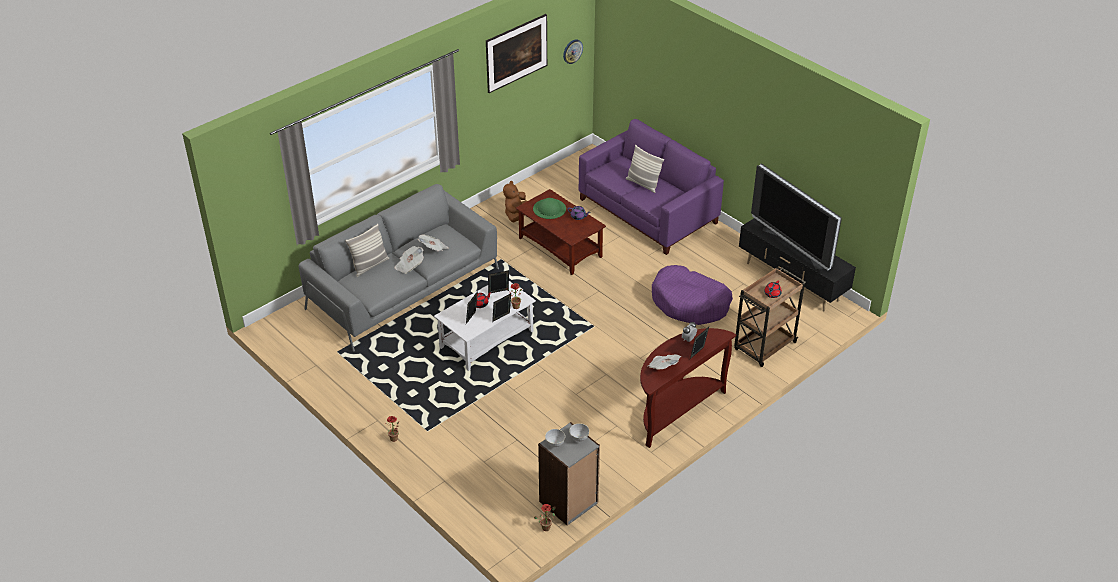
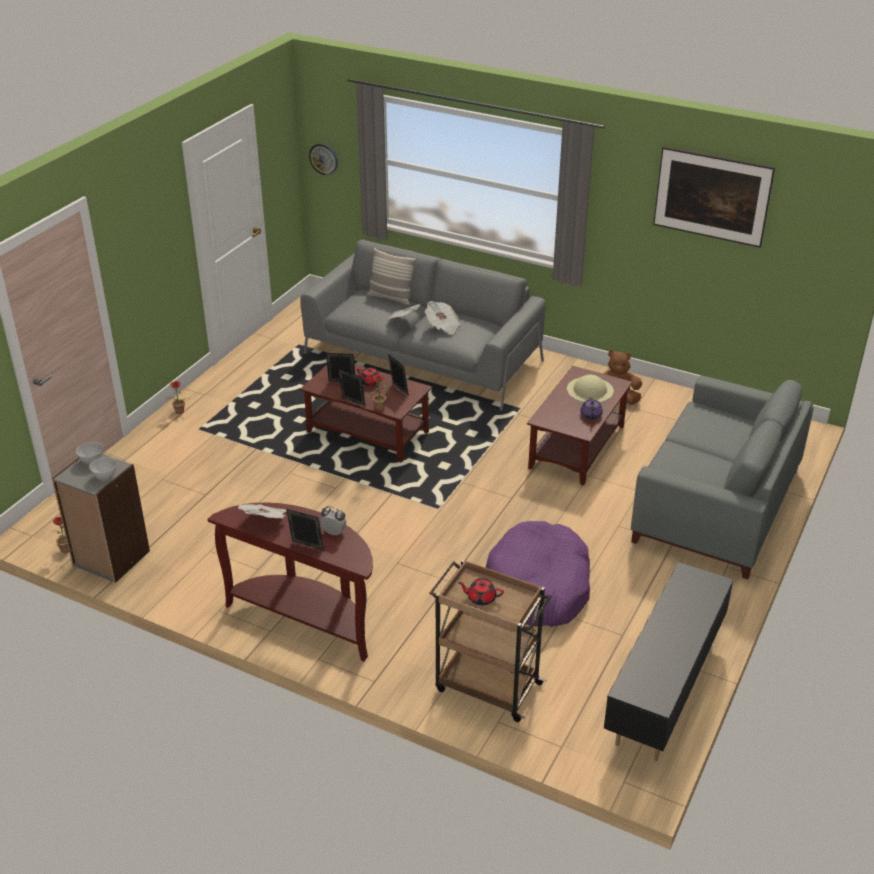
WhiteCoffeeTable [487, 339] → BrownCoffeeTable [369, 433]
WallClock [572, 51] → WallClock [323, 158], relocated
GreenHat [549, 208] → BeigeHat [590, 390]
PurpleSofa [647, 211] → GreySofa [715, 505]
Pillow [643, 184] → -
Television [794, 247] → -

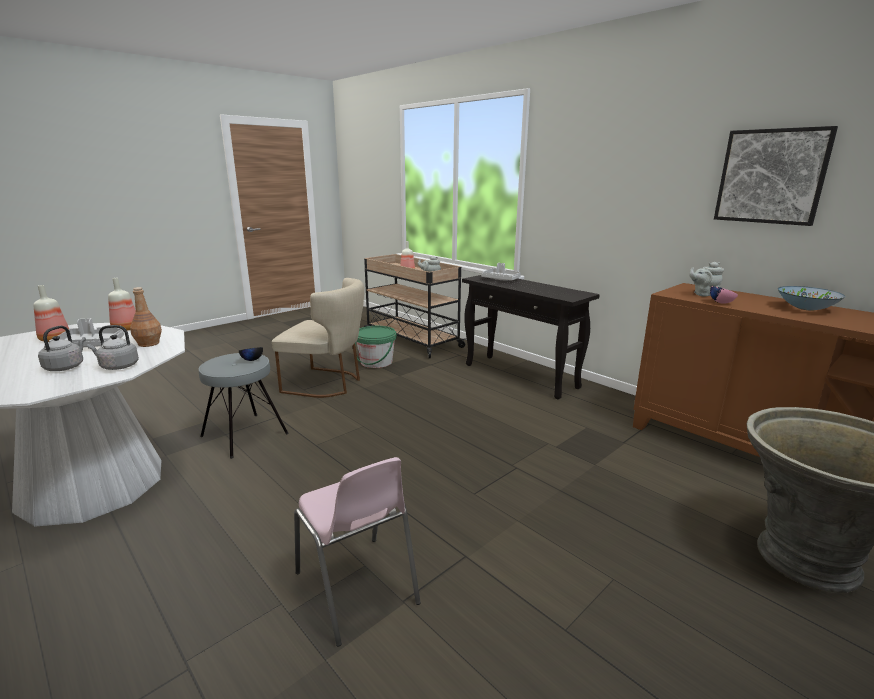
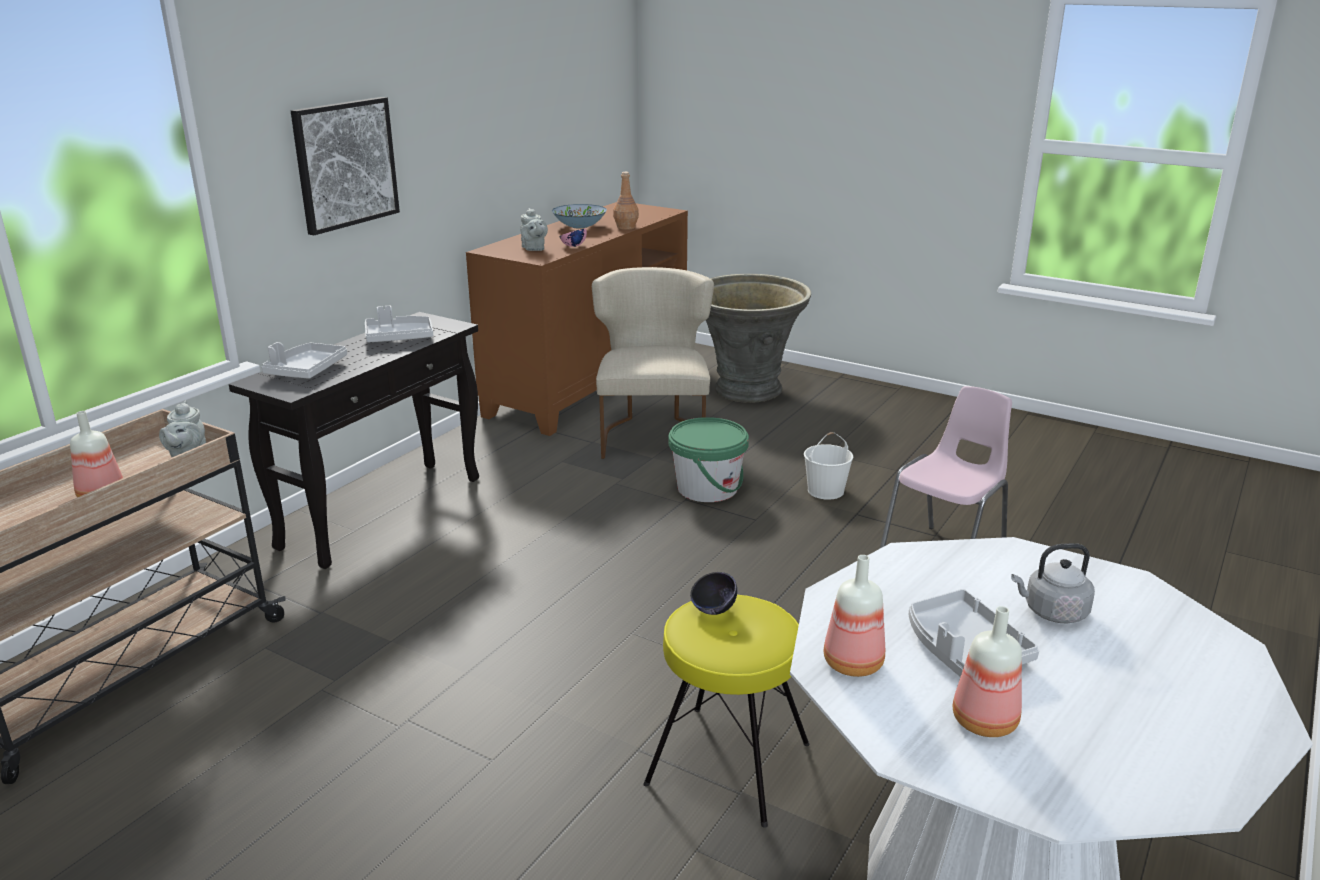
Picture [771, 176] → Picture [345, 164], relocated
- → GreyTray [399, 338]
BeigeChair [327, 384] → BeigeChair [653, 435], relocated
BrownBottle [149, 343] → BrownBottle [625, 227], relocated
GreyStool [245, 435] → YellowStool [727, 762]
GreenBucket [376, 362] → GreenBucket [707, 488], relocated
- → WhiteBucket [826, 490]
GreyKettle [117, 366] → -

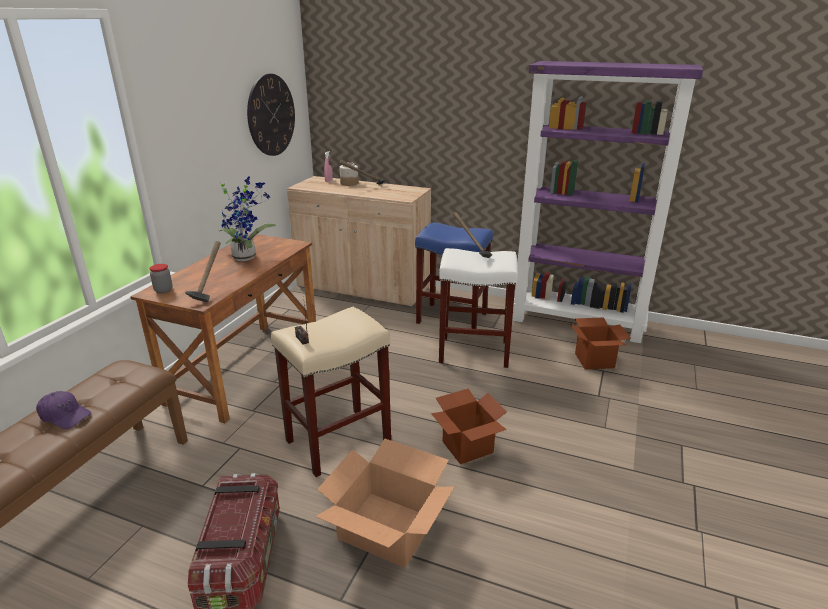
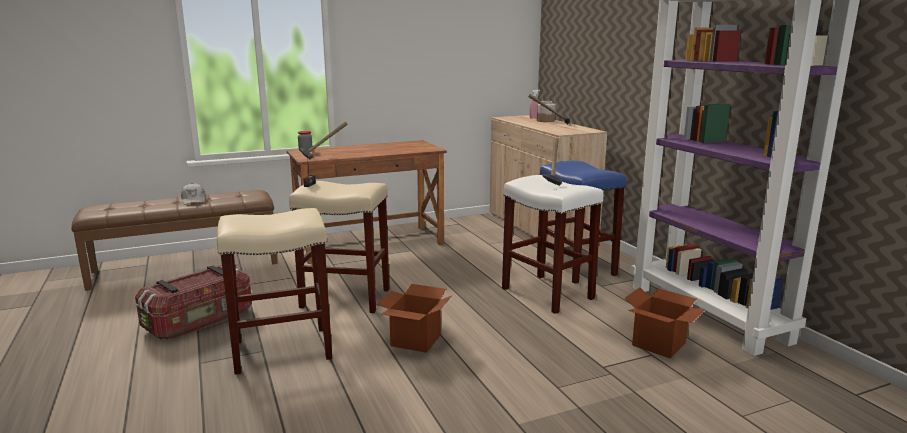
PurpleCap [65, 416] → WhiteCap [194, 200]
CardboardBox [387, 527] → BeigeStool [284, 349]
PottedPlant [247, 256] → -
WallClock [271, 115] → -

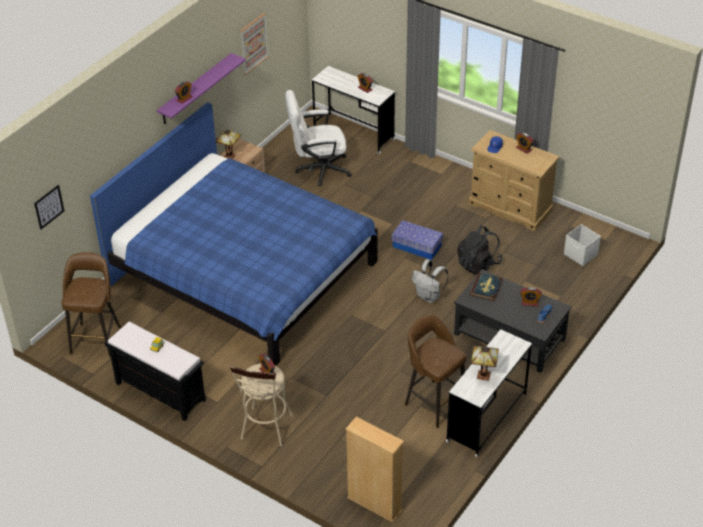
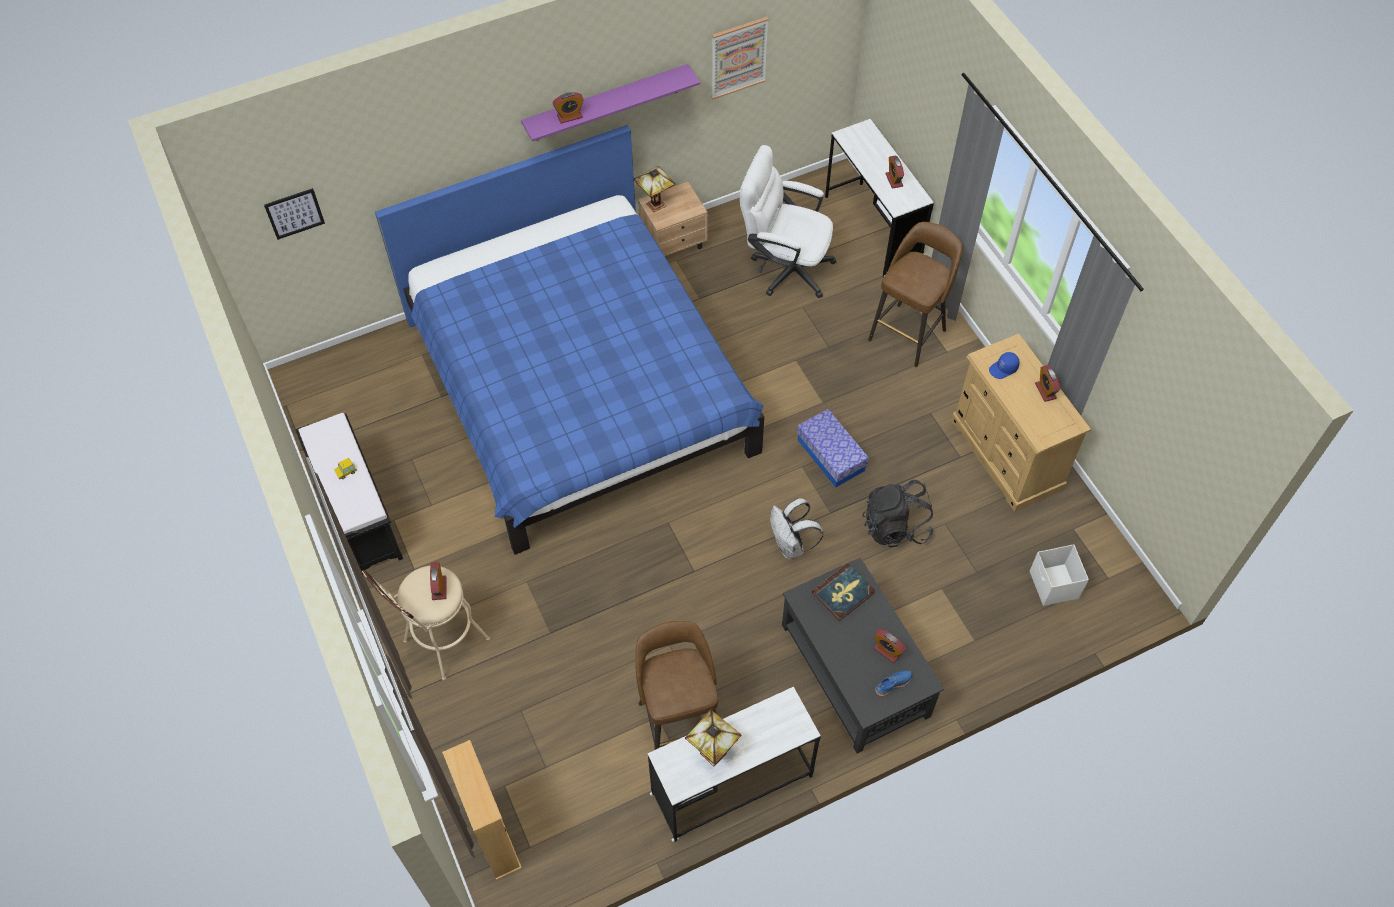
BrownStool [96, 338] → BrownStool [909, 333], relocated

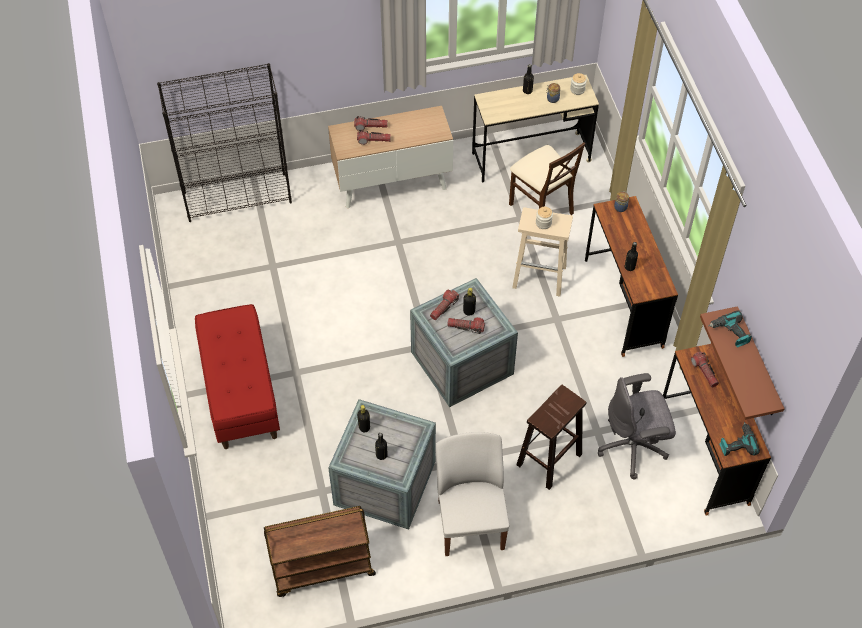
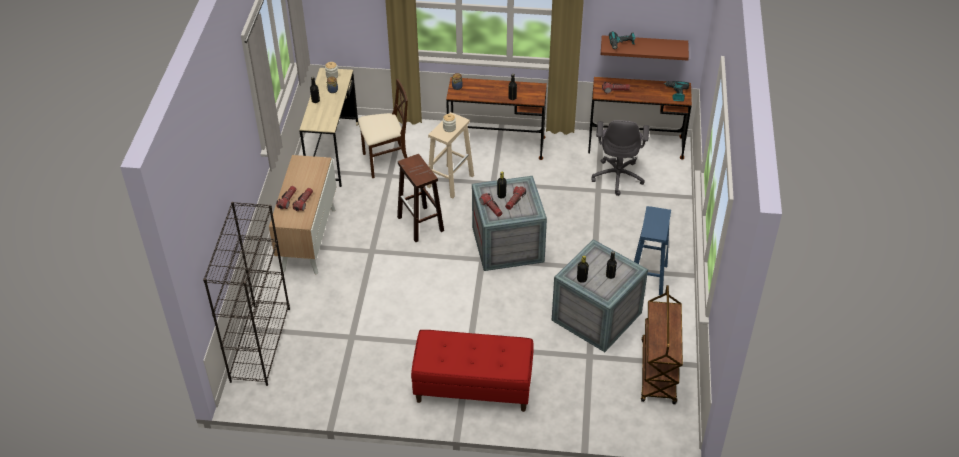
BrownStool [548, 460] → BrownStool [421, 224], relocated
WhiteChair [471, 522] → BlueStool [648, 276]

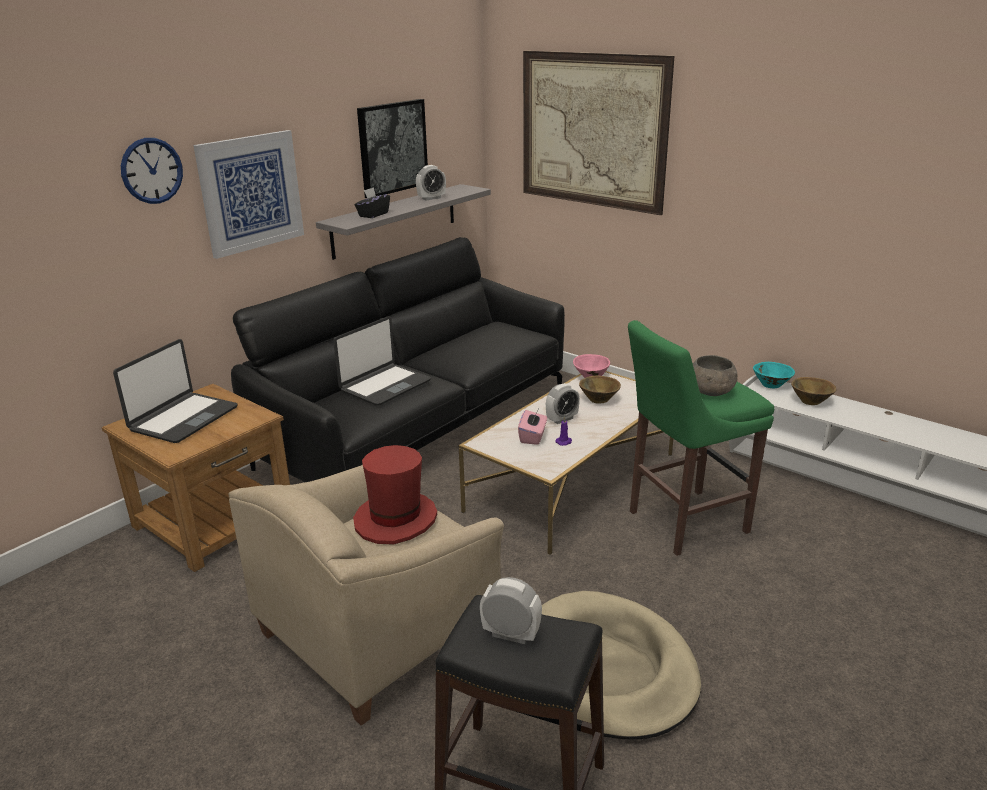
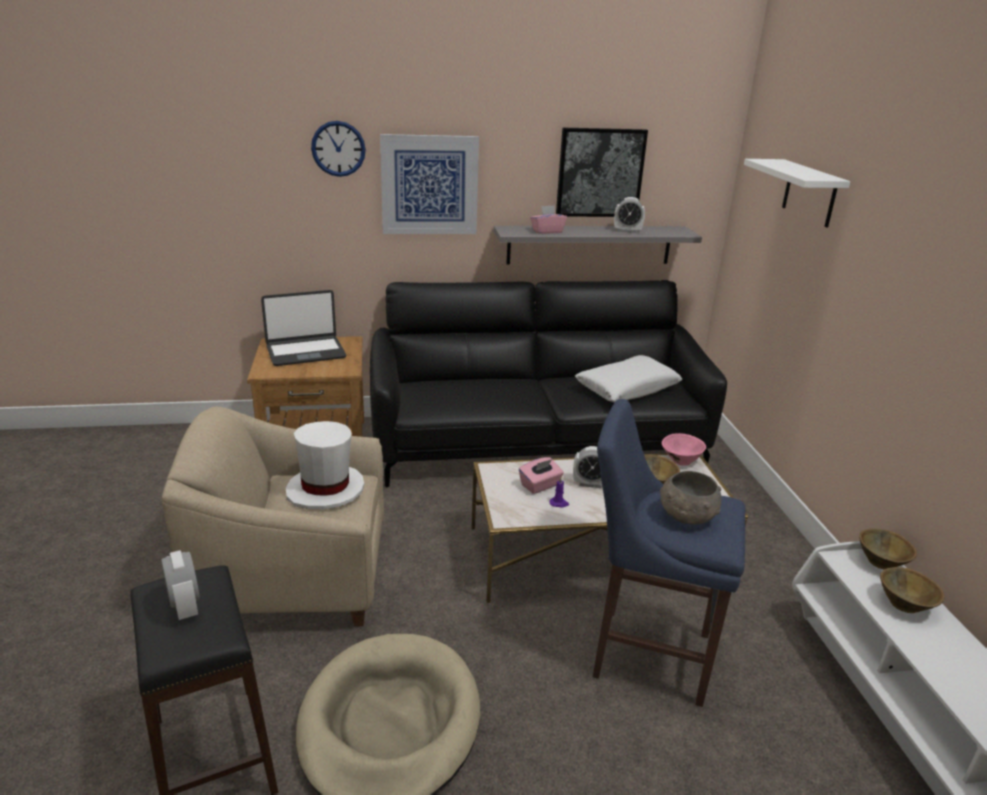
RedHat [396, 519] → WhiteHat [325, 490]
BlackTissueBox [373, 215] → PinkTissueBox [547, 231]
- → WhitePillow [627, 388]
GreenStool [682, 522] → BlueStool [645, 652]
Picture [592, 130] → WhiteShelf [809, 193]
TurquoiseBowl [771, 385] → BrownBowl [881, 563]
Laptop [384, 385] → -

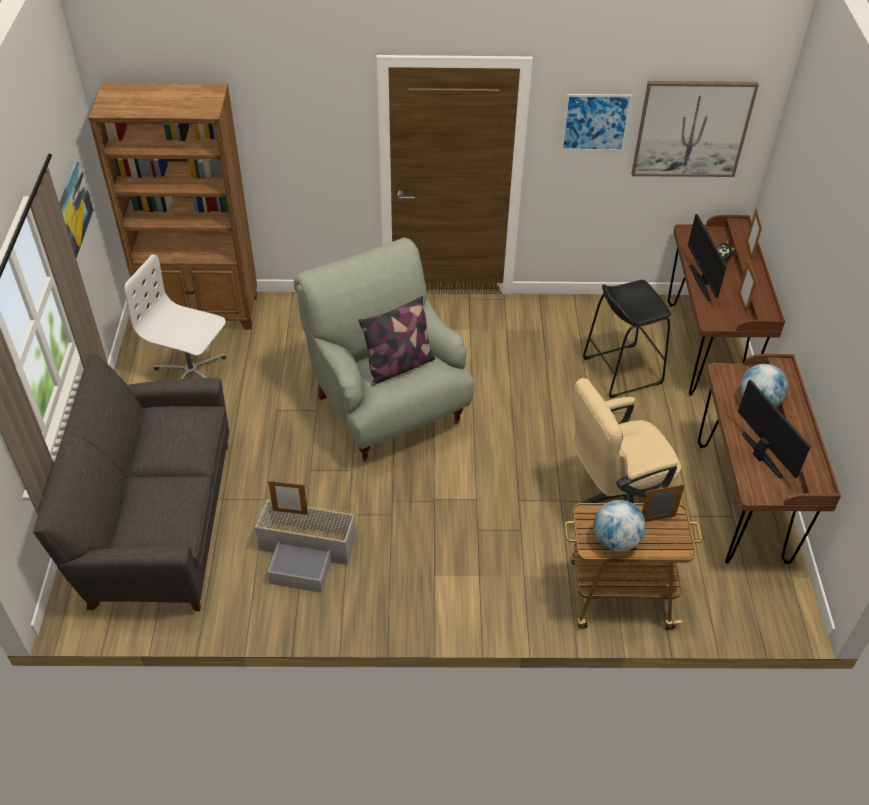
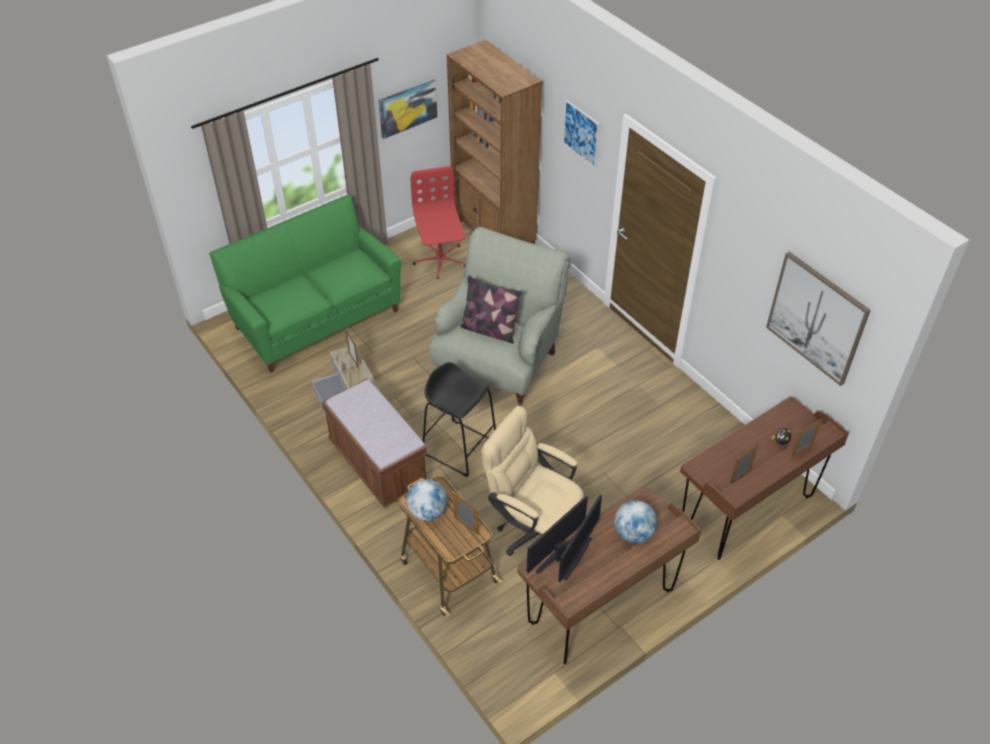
GreySofa [158, 522] → GreenSofa [316, 318]
- → BrownBench [378, 464]
WhiteOfficeChair [191, 372] → RedOfficeChair [440, 260]
BlackStool [622, 370] → BlackStool [460, 447], relocated
Monitor [701, 282] → Monitor [557, 556], relocated
Picture [595, 122] → Picture [581, 133], relocated

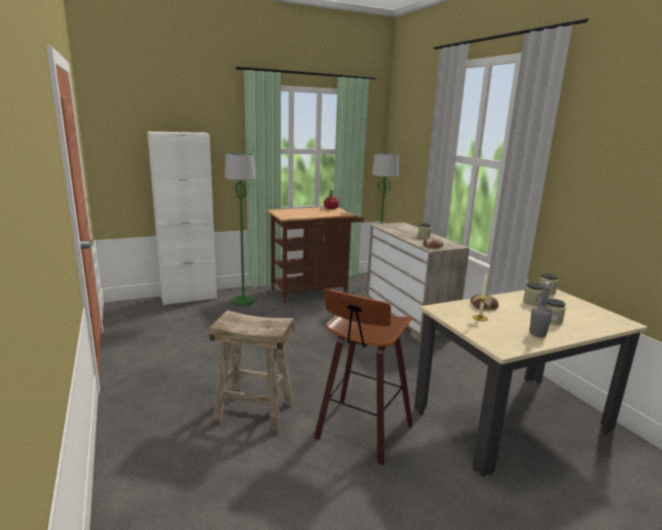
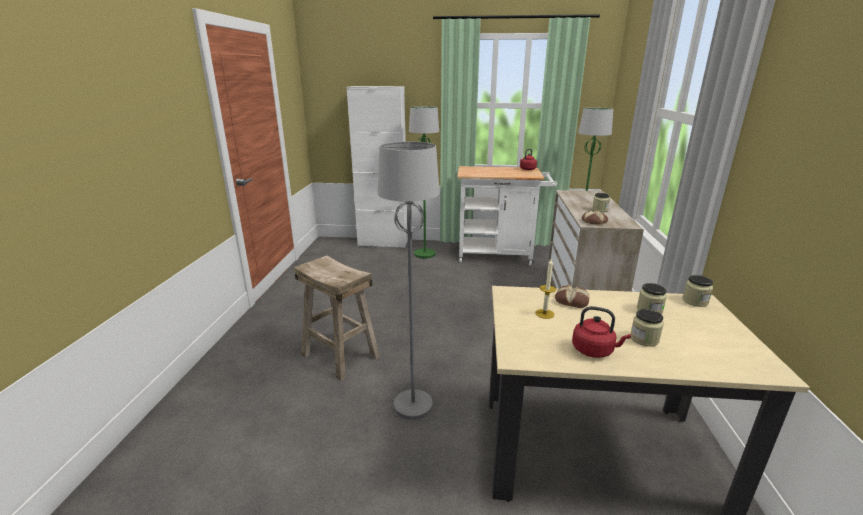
Stool [361, 433] → GreyFloorLamp [412, 405]
BrownCart [313, 291] → WhiteCart [500, 256]
GreyBottle [537, 334] → RedKettle [594, 351]

